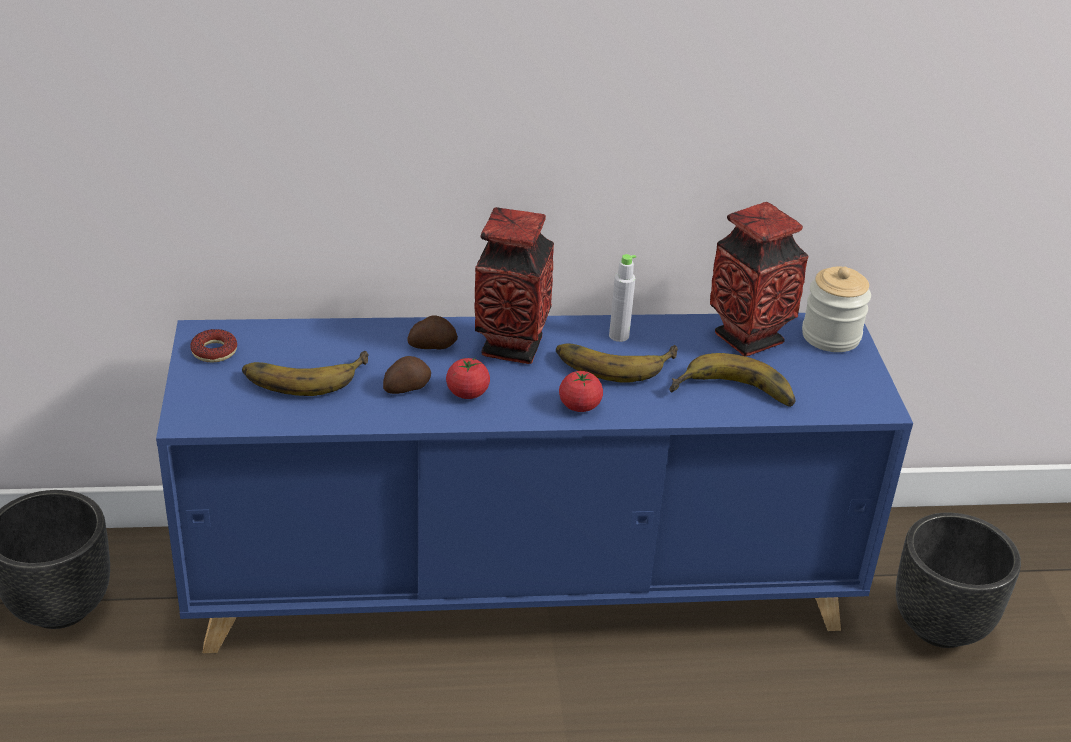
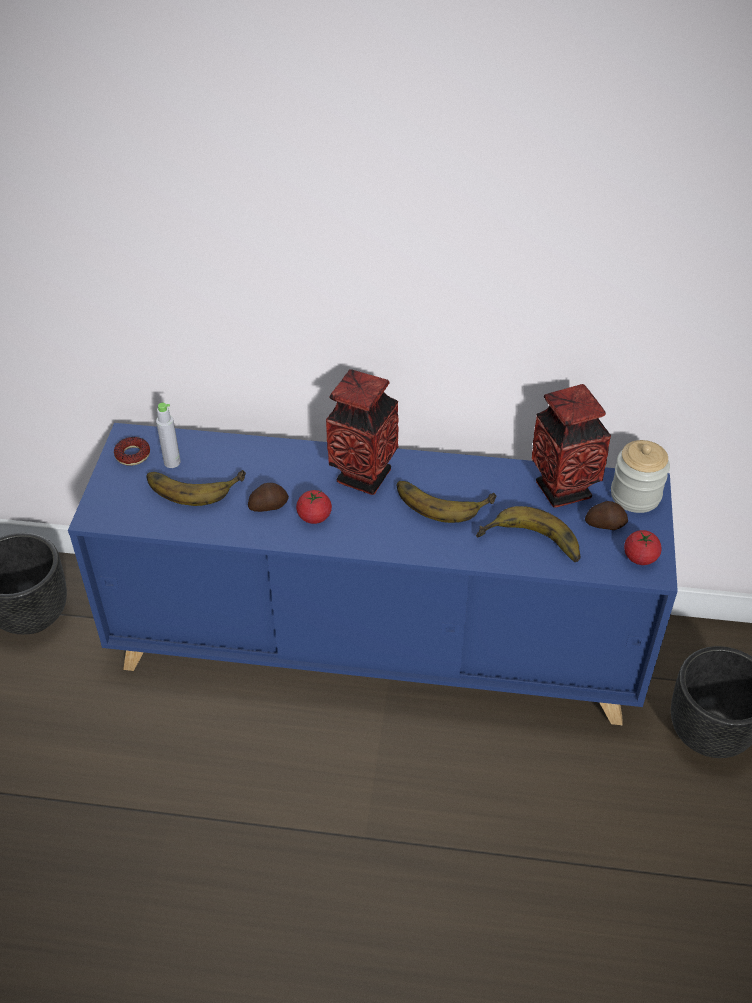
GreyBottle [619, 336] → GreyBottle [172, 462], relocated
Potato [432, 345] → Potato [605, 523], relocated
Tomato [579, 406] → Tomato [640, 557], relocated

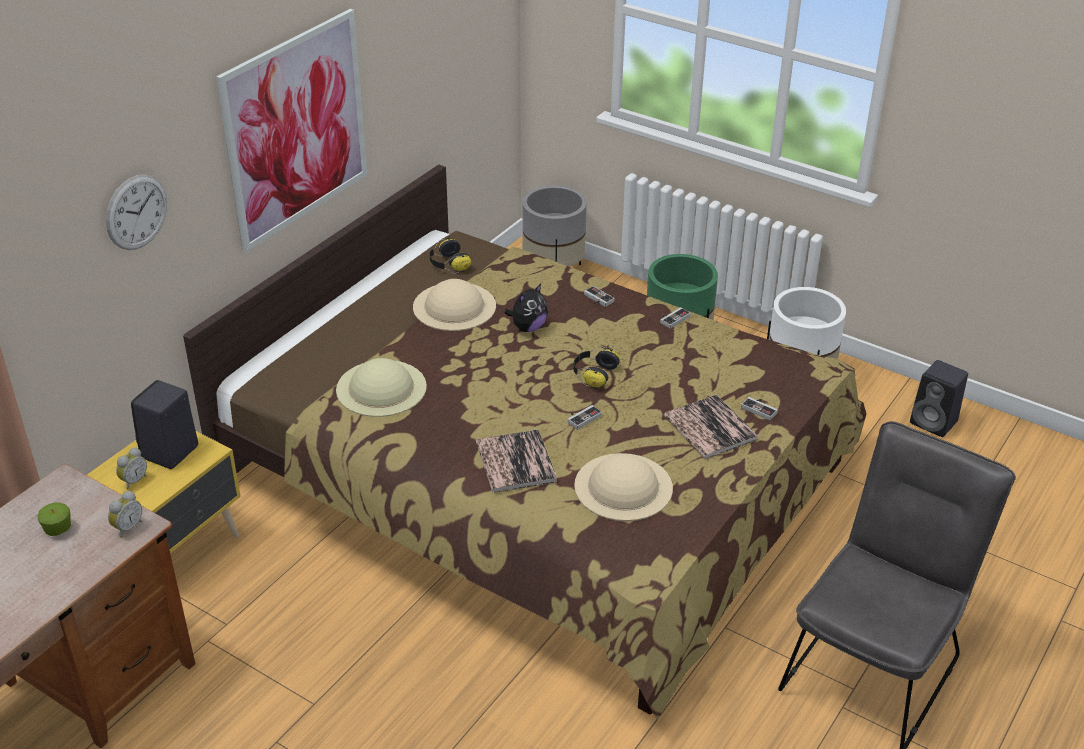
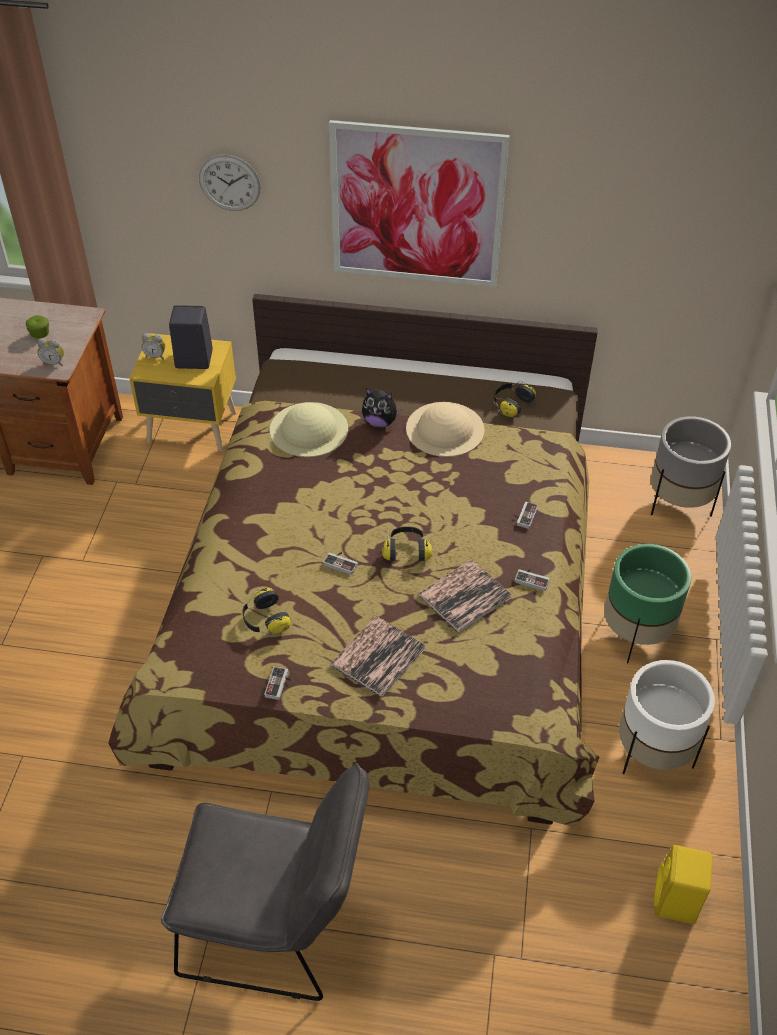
BeigeHat [623, 486] → Headphones [264, 620]
GameController [760, 408] → GameController [280, 685], relocated
PlushToy [528, 328] → PlushToy [380, 422], relocated
Book [515, 462] → Book [464, 596], relocated
BlackSpeaker [935, 423] → YellowSpeaker [676, 902]

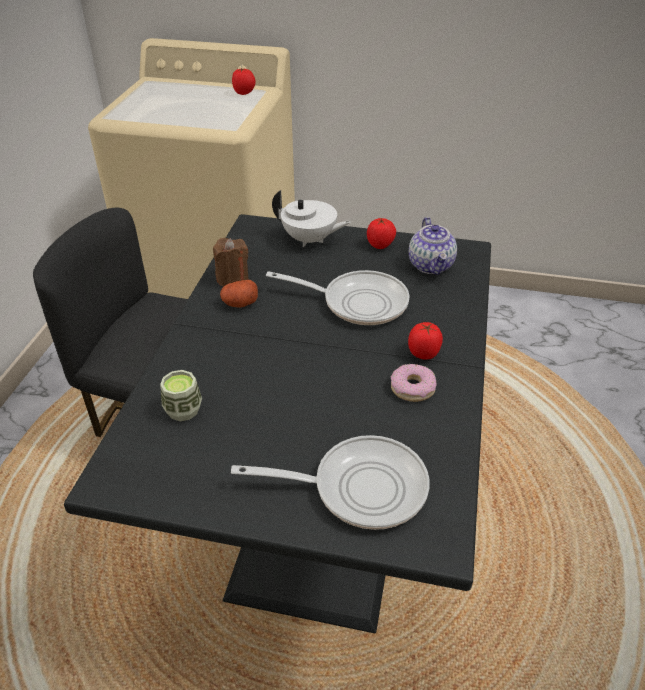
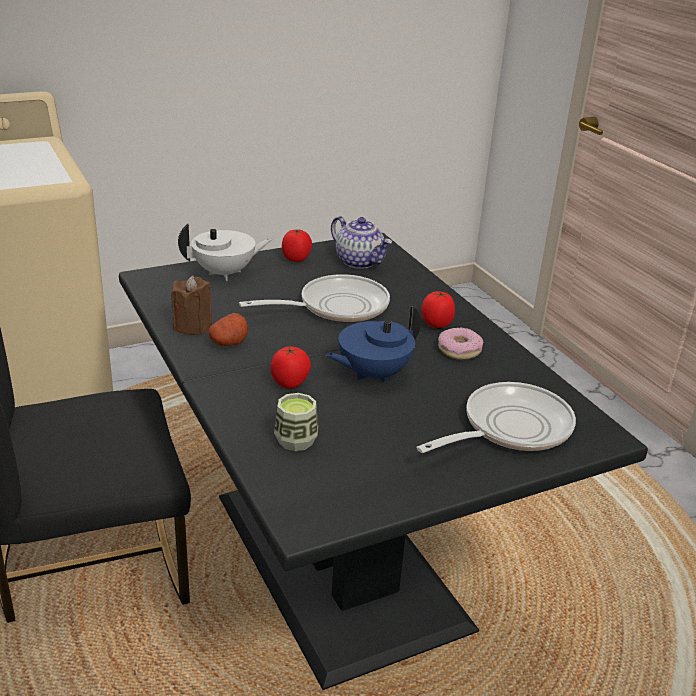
Tomato [244, 93] → Tomato [290, 383], relocated
- → BlueTeapot [372, 374]

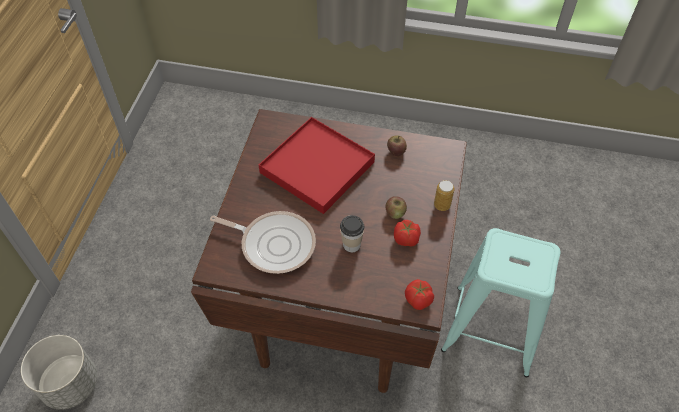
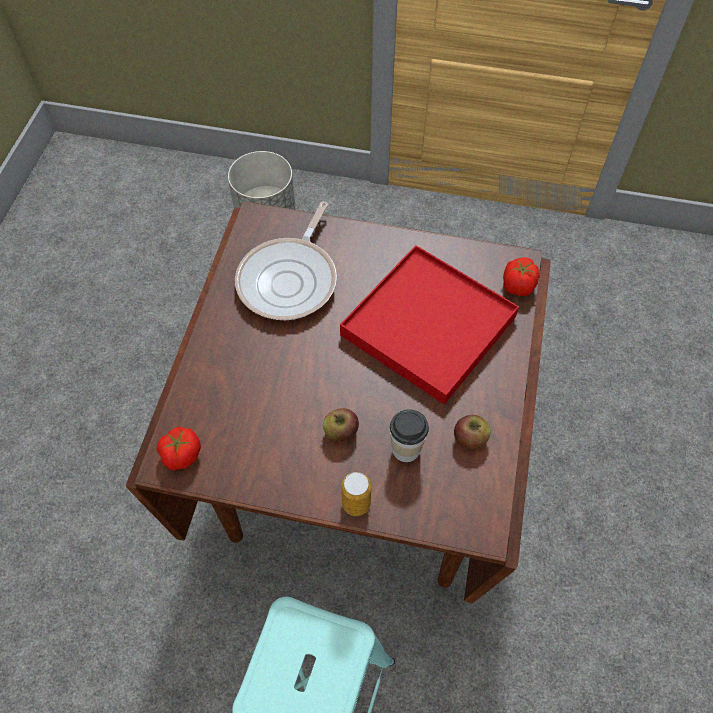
Cup [351, 244] → Cup [406, 449], relocated
Tomato [406, 239] → Tomato [517, 286], relocated

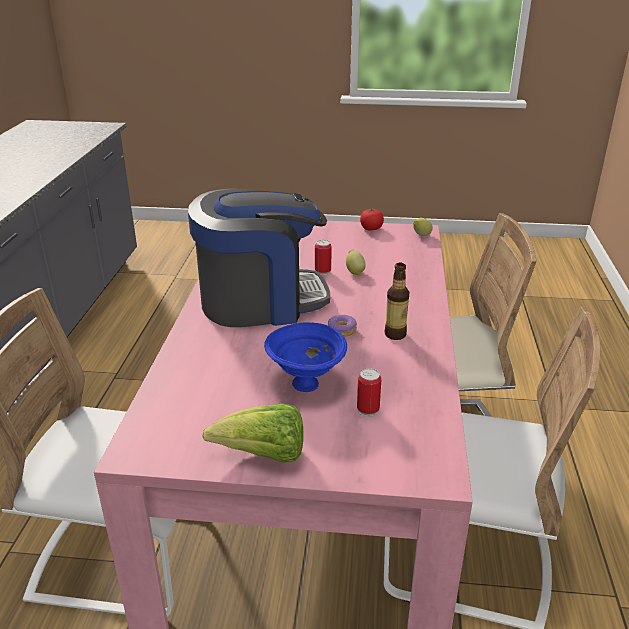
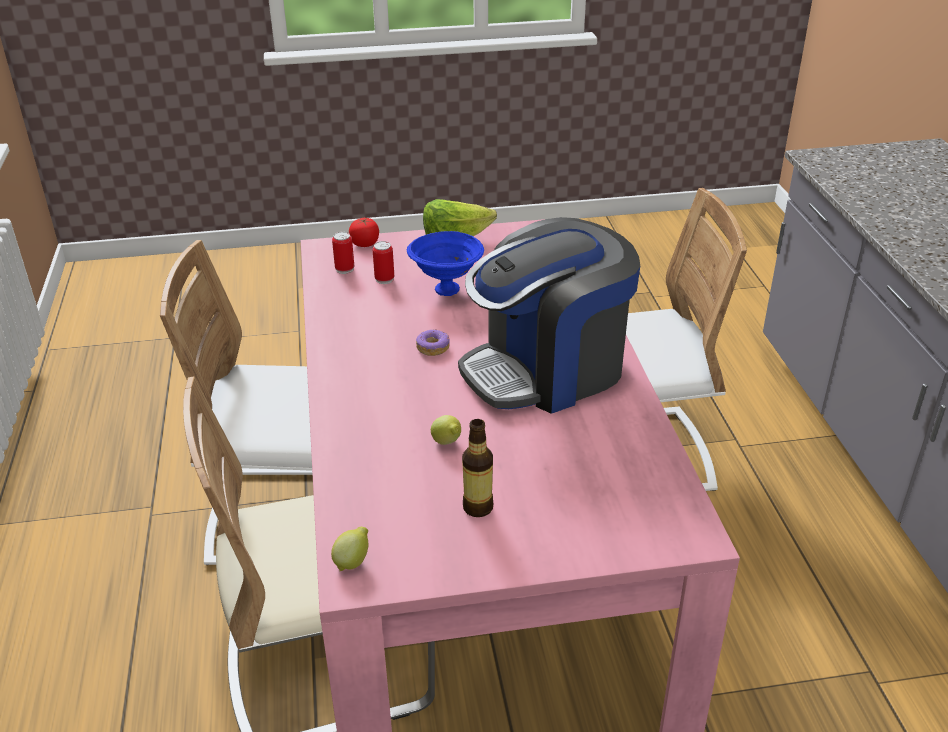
Can [322, 271] → Can [344, 269], relocated
Tomato [371, 229] → Tomato [365, 243], relocated
Bottle [395, 334] → Bottle [478, 507], relocated

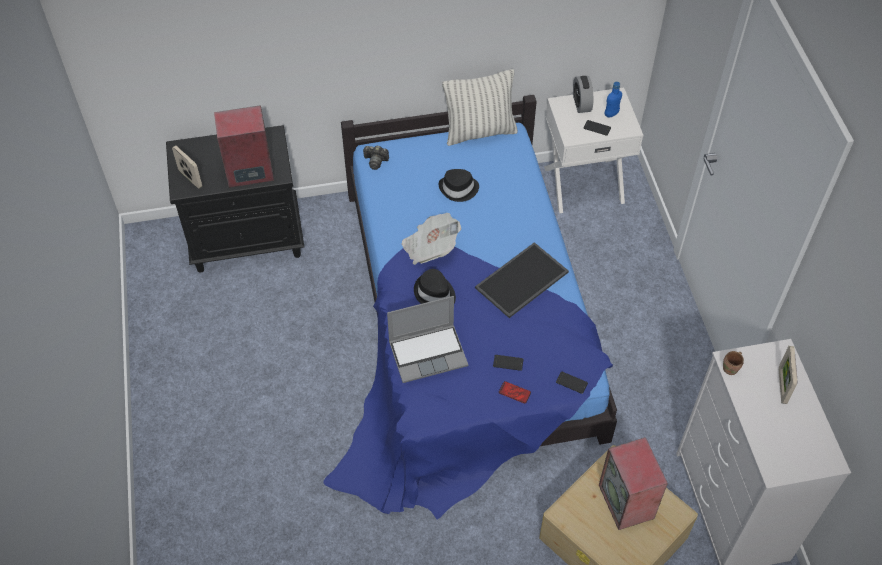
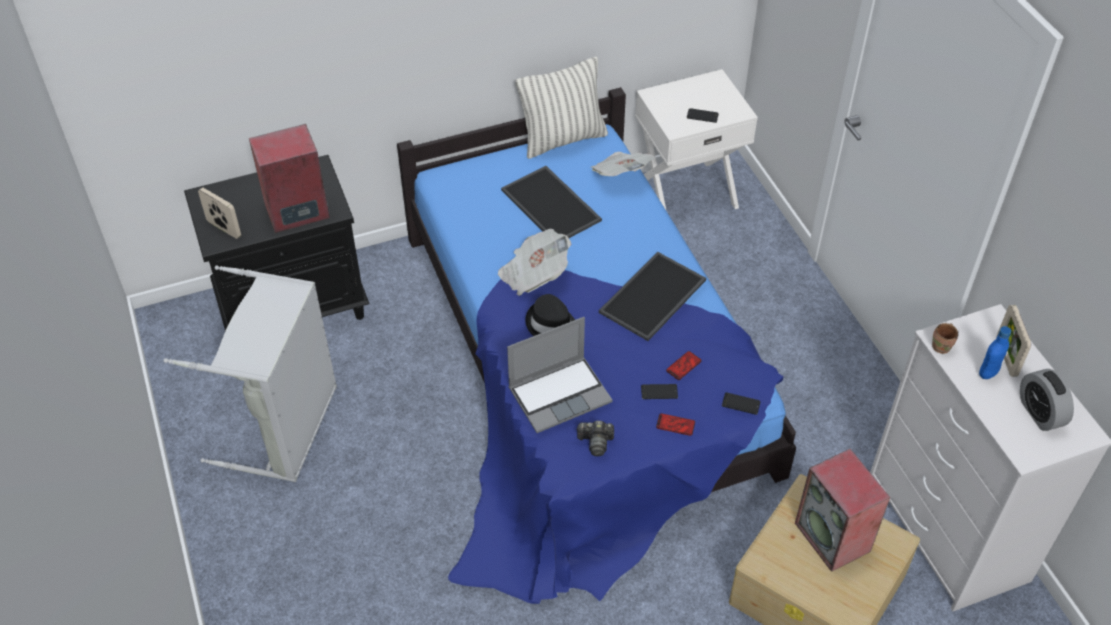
- → GreyLaundryBasket [285, 428]
BlackHat [458, 189] → Tray [552, 205]
PhotoCamera [375, 161] → PhotoCamera [595, 442], relocated
- → Newspaper [621, 175]
- → Phone [683, 366]
BlueBottle [611, 114] → BlueBottle [988, 373], relocated
AlarmClock [581, 104] → AlarmClock [1039, 413], relocated

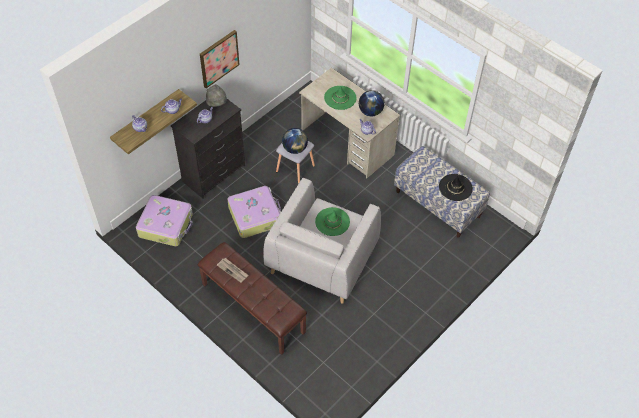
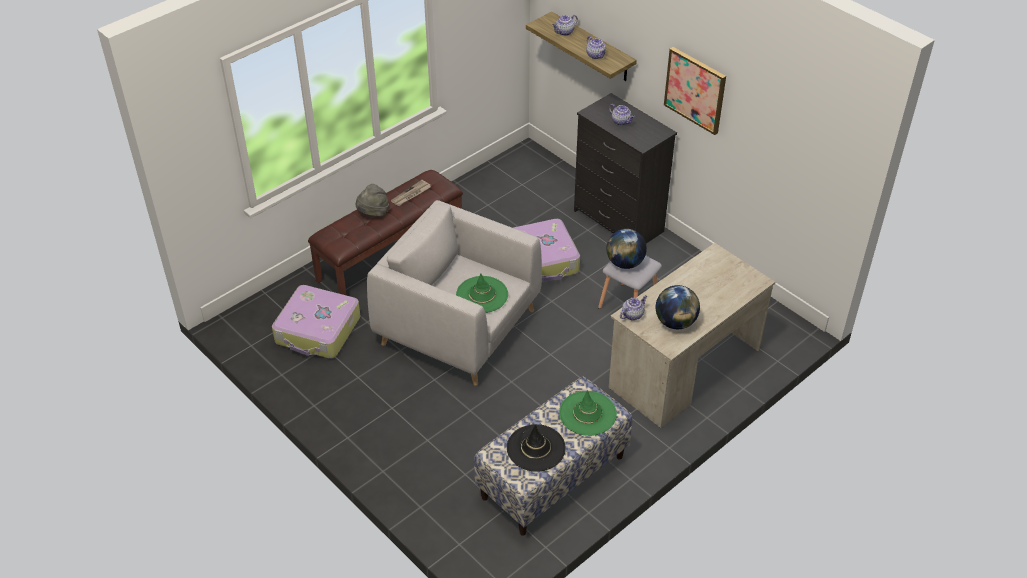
Suitcase [166, 225] → Suitcase [318, 331], relocated
GreyHat [217, 104] → GreyHat [373, 213], relocated
GreenHat [340, 98] → GreenHat [587, 413], relocated

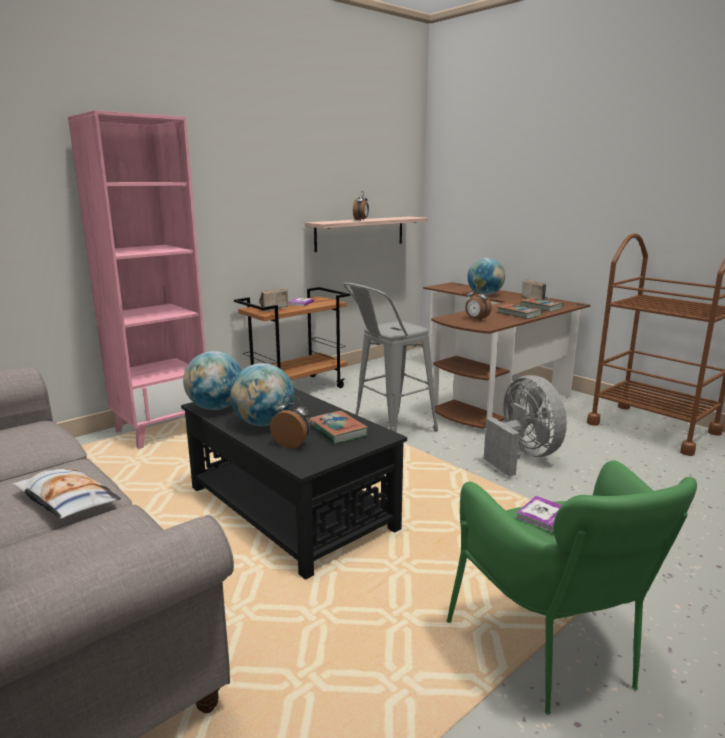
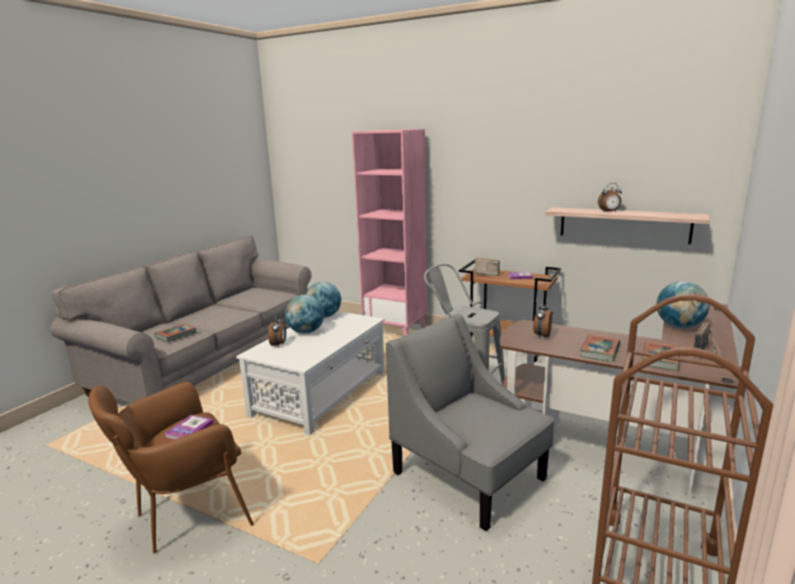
GreenArmchair [556, 655] → BrownArmchair [186, 516]
Book [337, 431] → Book [176, 335], relocated
BlackCoffeeTable [290, 507] → WhiteCoffeeTable [321, 393]
GreyFan [522, 456] → GreyArmchair [469, 475]
Pillow [66, 500] → -

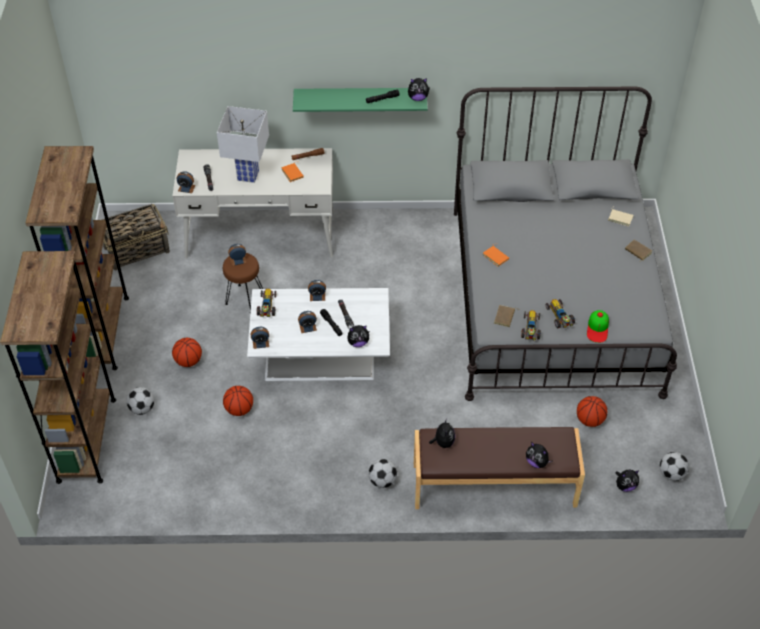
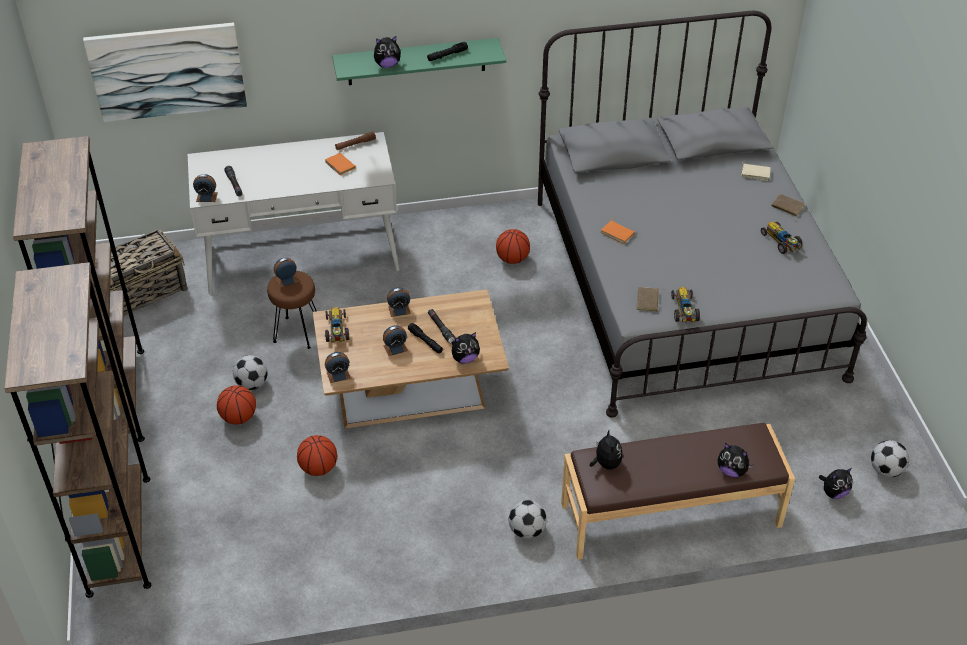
- → Picture [167, 71]
Football [142, 409] → Football [252, 384], relocated
WhiteCoffeeTable [322, 355] → BrownCoffeeTable [412, 387]
PlushToy [418, 98] → PlushToy [387, 65], relocated
Basketball [589, 420] → Basketball [512, 259], relocated
ToyCar [560, 317] → ToyCar [781, 242], relocated
WhiteTableLamp [248, 176] → -
Cap [598, 328] → -

